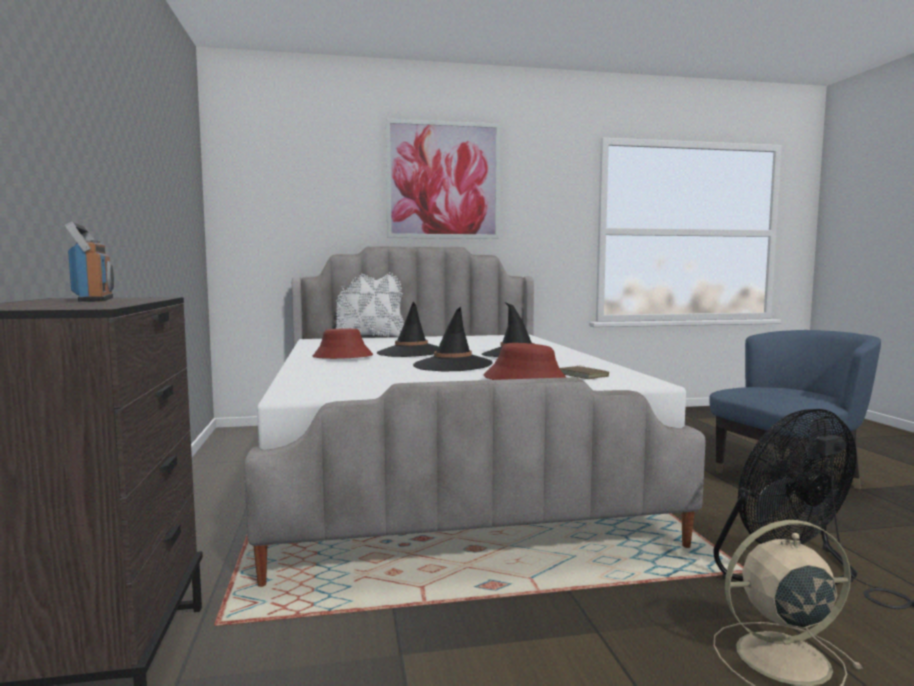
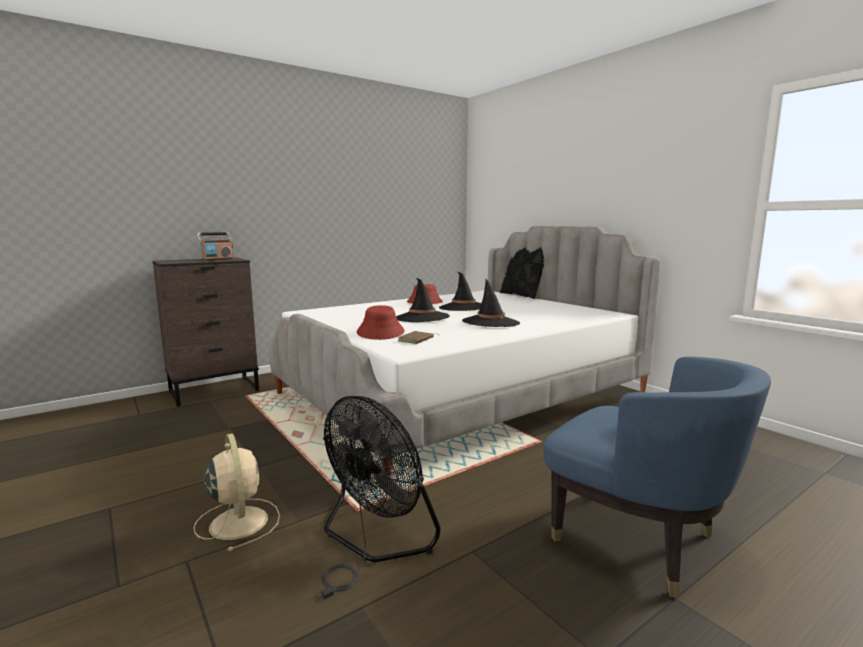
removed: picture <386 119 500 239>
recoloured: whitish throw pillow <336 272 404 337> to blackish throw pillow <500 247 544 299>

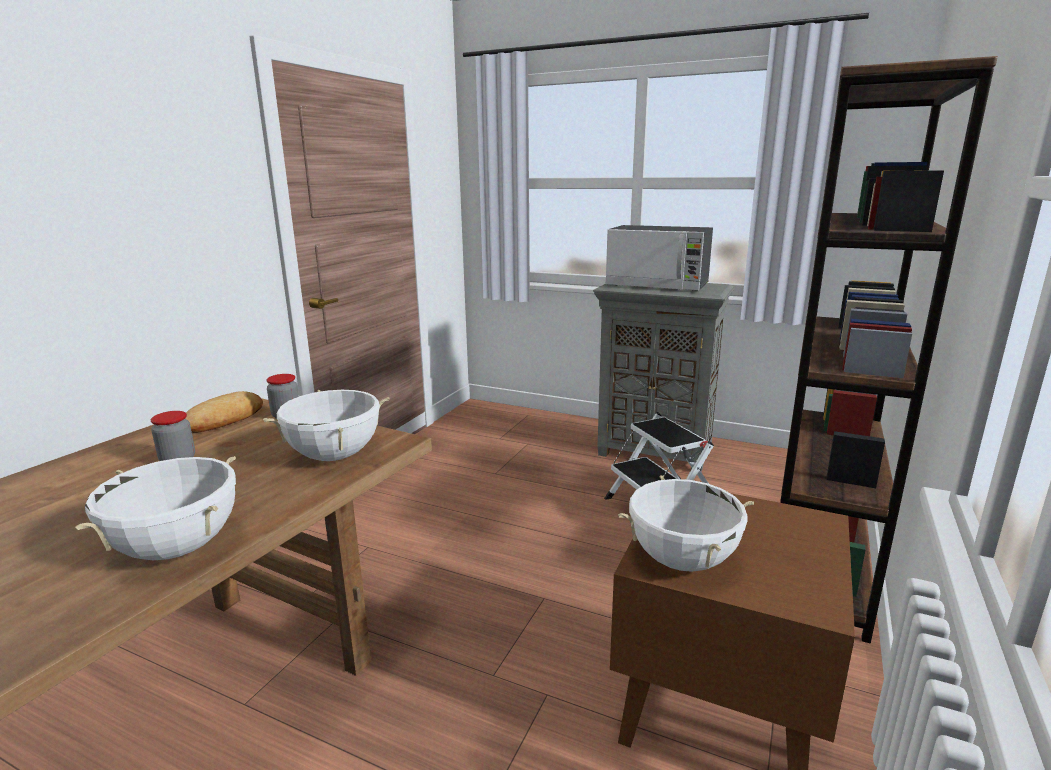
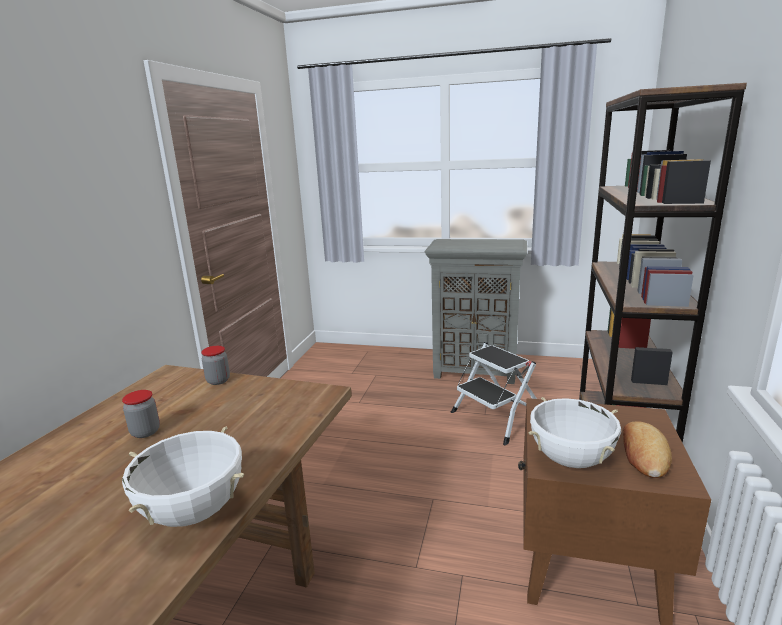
removed: whitish cooking pot <263 390 390 461>; microwave oven <605 225 713 291>
moved: baked bread <185 391 263 433> to <623 422 672 478>

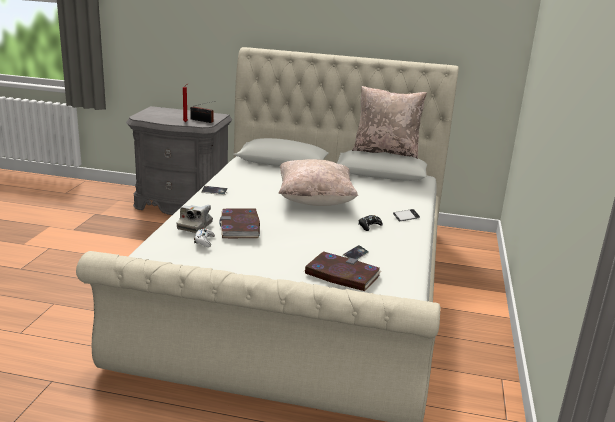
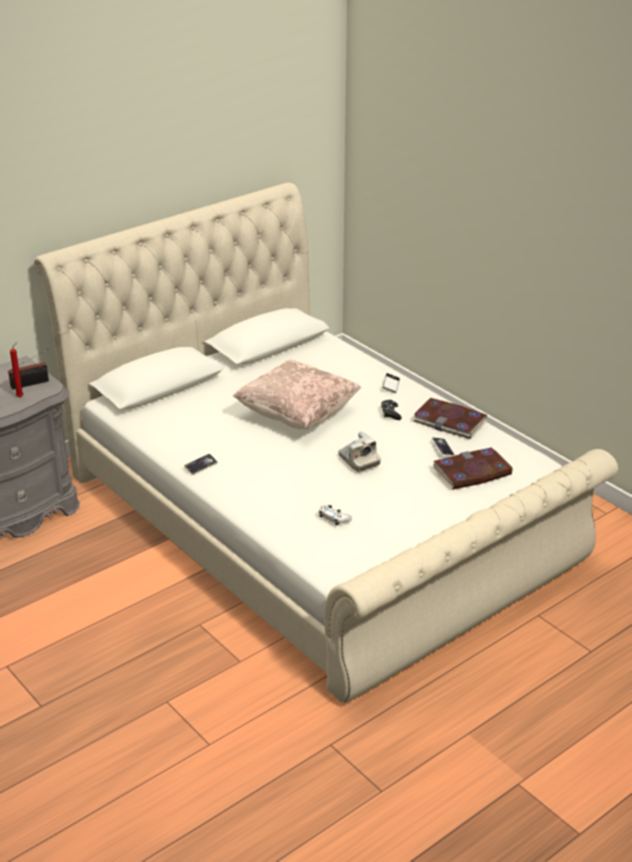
removed: beige-coloured throw pillow <352 86 427 159>
moved: still camera <177 204 213 233> to <338 431 381 472>; volume <219 208 260 238> to <413 398 487 439>

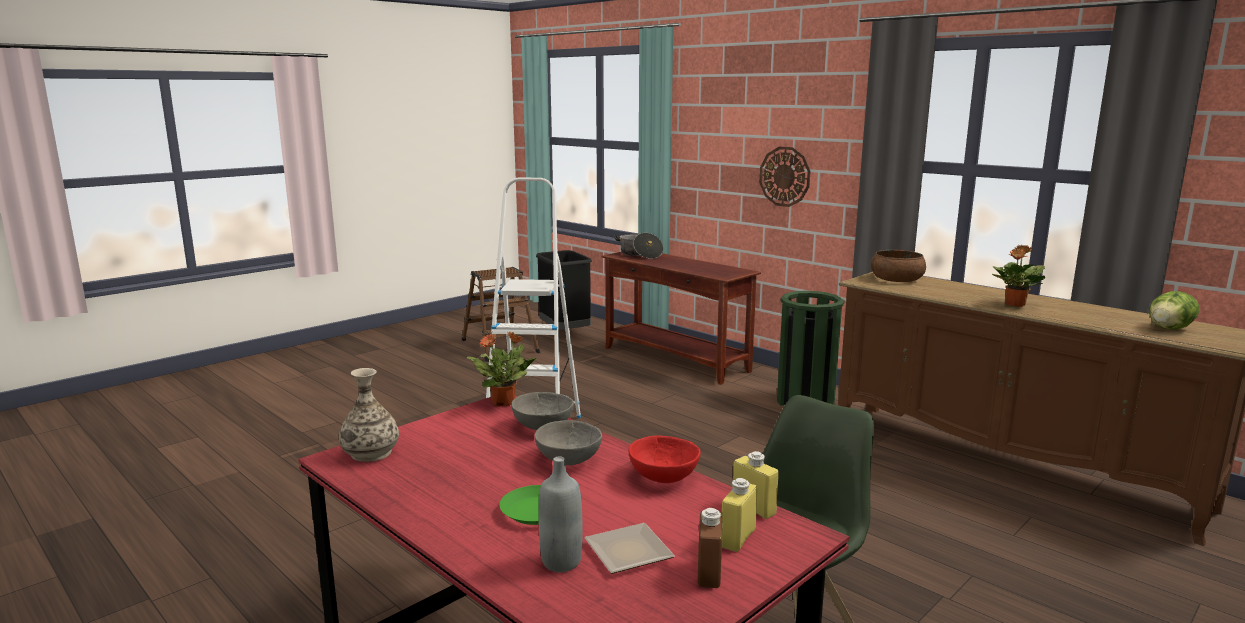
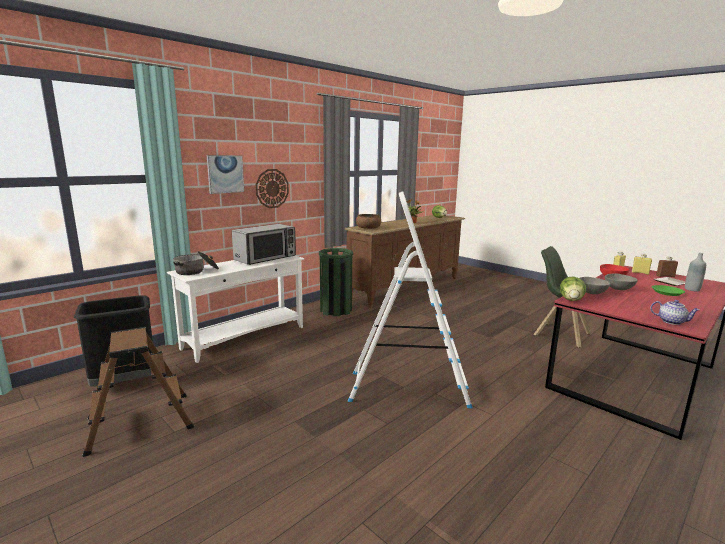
added: picture <207 155 244 194>; microwave oven <232 224 296 265>
replaced: houseplant <467 331 536 407> to head of lettuce <560 277 586 301>; decorative vase <339 368 399 462> to tea pot <650 300 700 325>
recoloured: brown-coloured console table <602 252 761 385> to whitish console table <167 256 304 363>

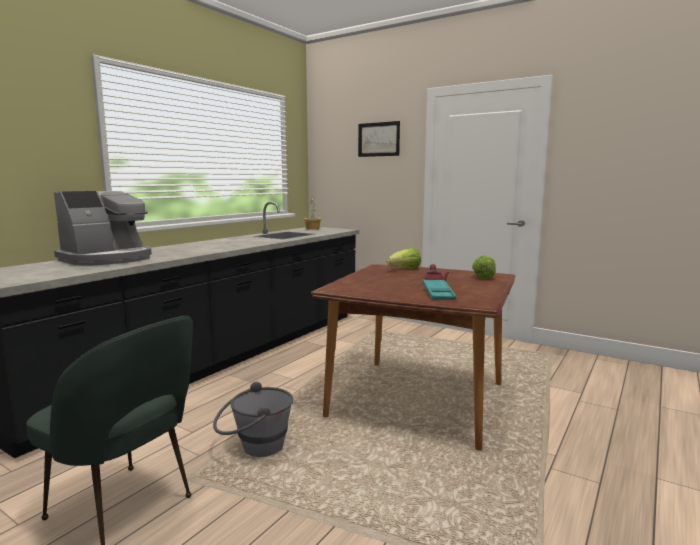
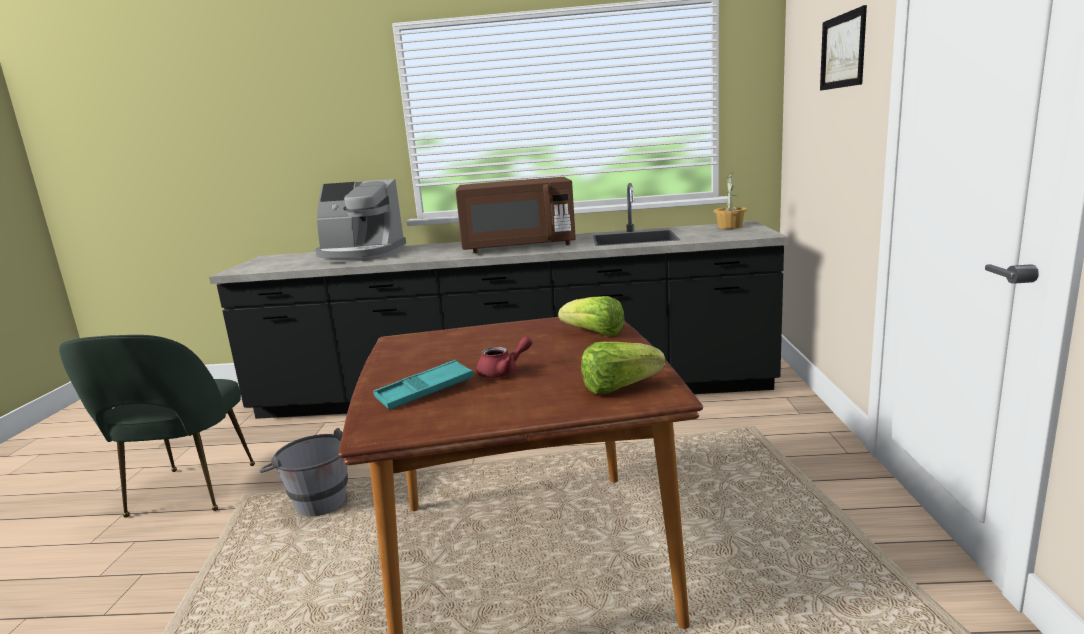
added: brown-coloured microwave oven <456 177 576 253>

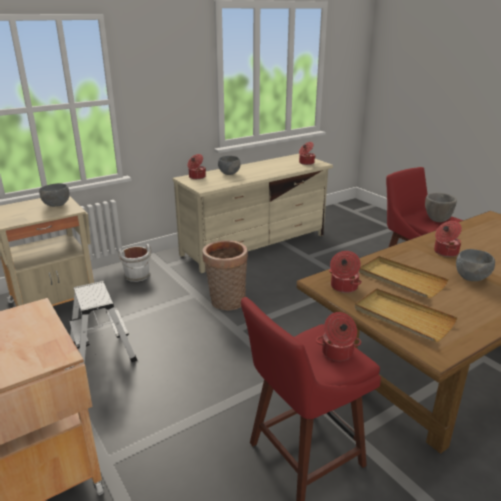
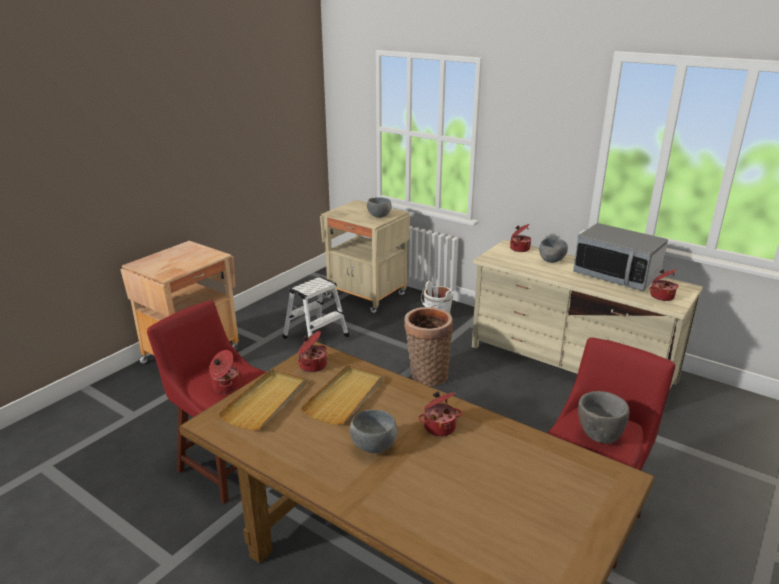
added: microwave oven <573 223 668 291>

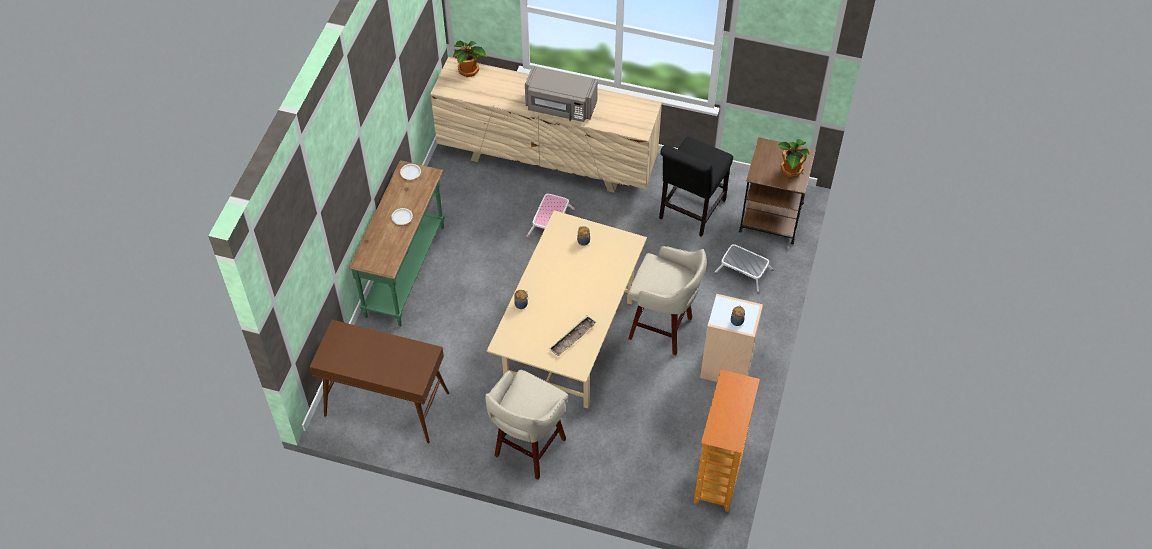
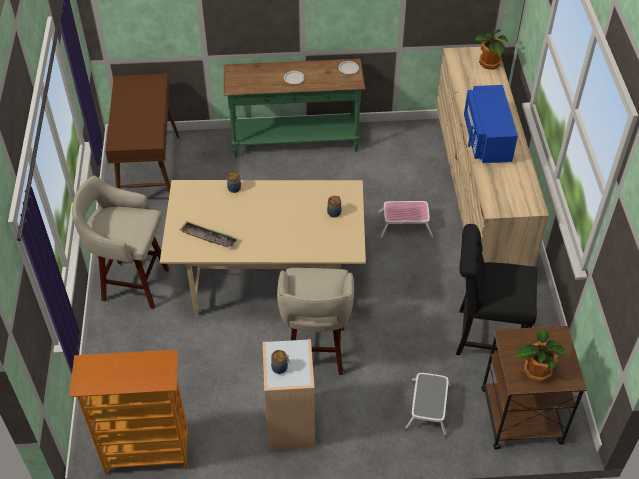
recoloured: grey microwave oven <525 66 598 122> to blue-coloured microwave oven <464 85 518 163>

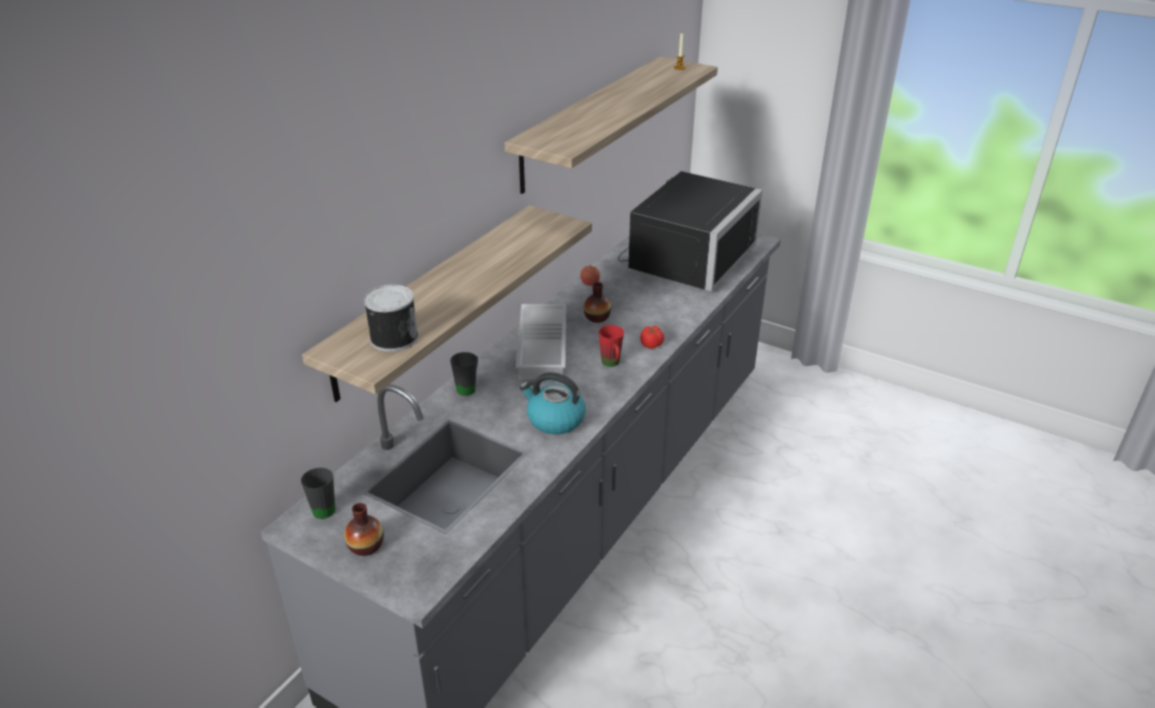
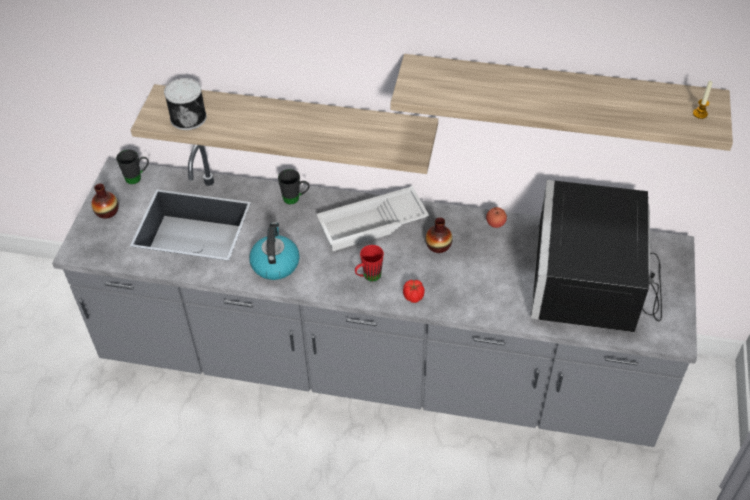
turned: blackish microwave oven <618 171 762 292> = <531 180 662 332> 90 degrees clockwise

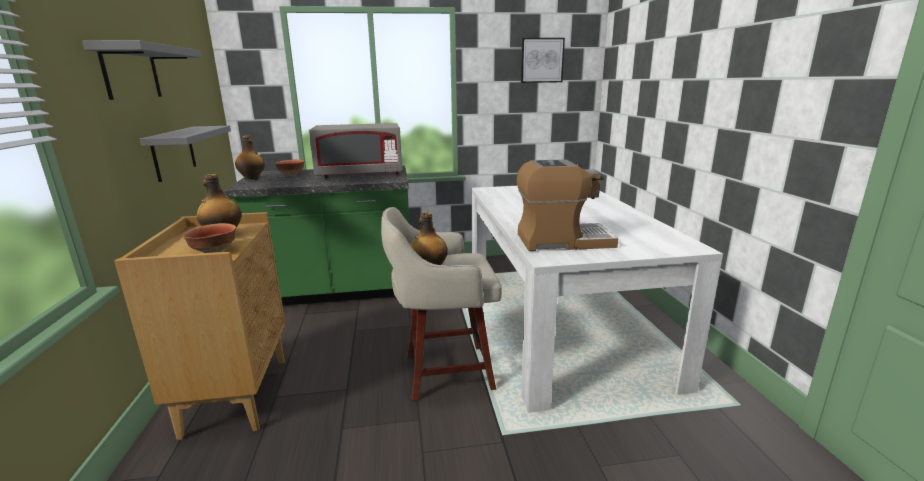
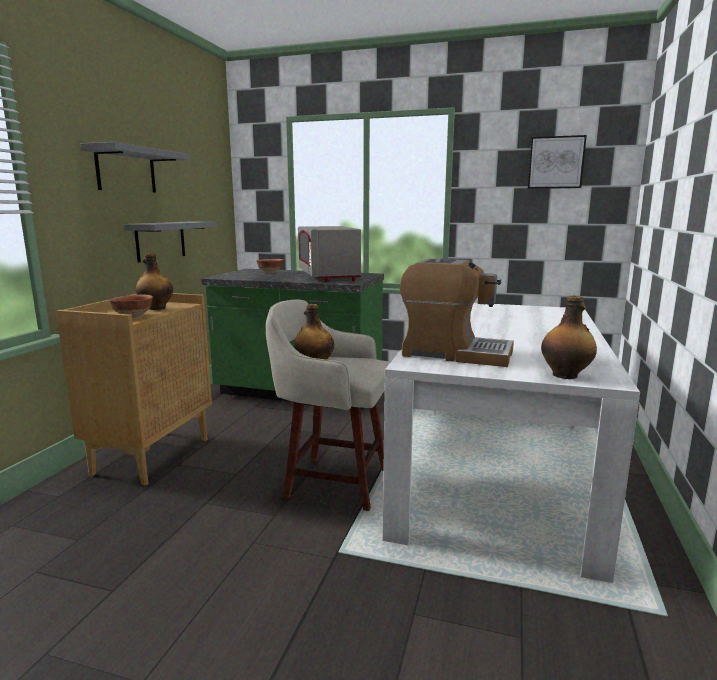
moved: beverage bottle <235 136 265 180> to <541 295 597 379>
turned: grey microwave oven <309 123 402 178> = <298 226 361 282> 60 degrees clockwise

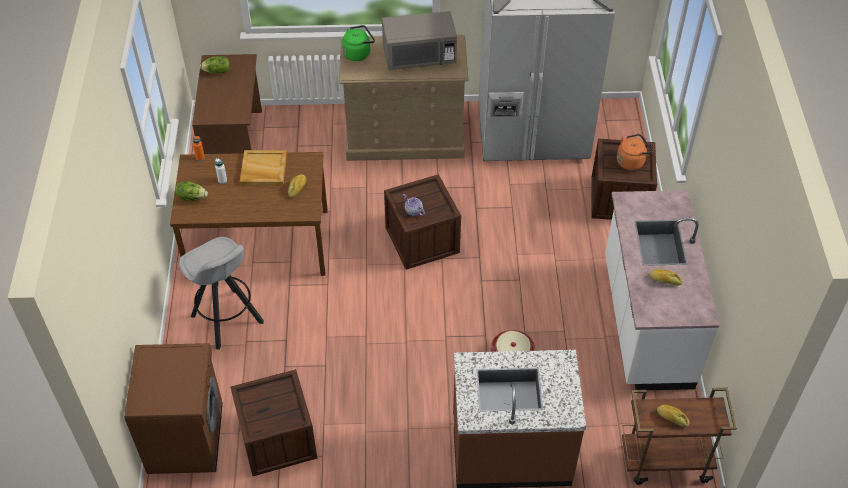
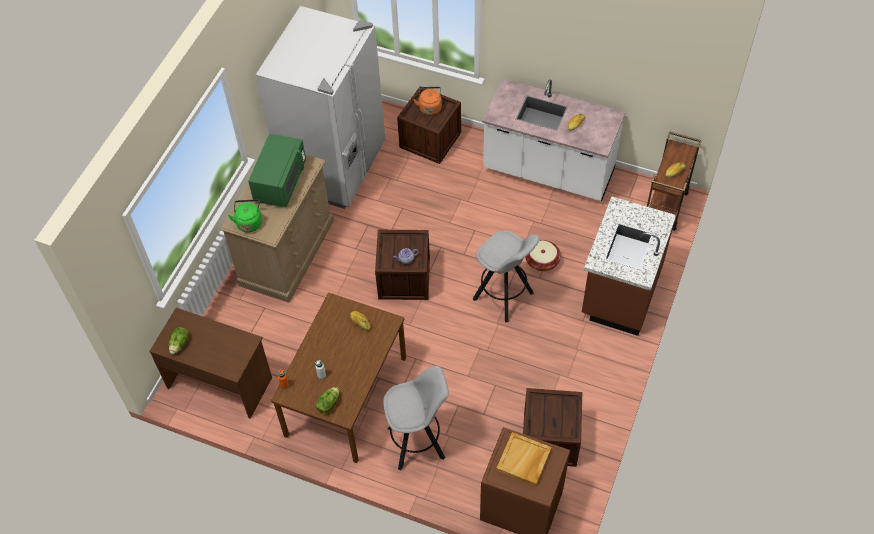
added: grey stool seat <473 230 540 322>
moved: beige-coloured tray <240 150 287 186> to <496 432 552 486>
recoloured: grey microwave oven <382 11 457 70> to green-coloured microwave oven <248 134 306 207>

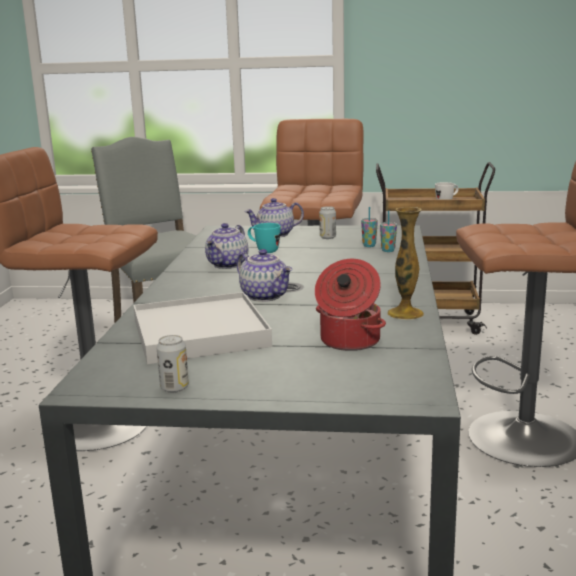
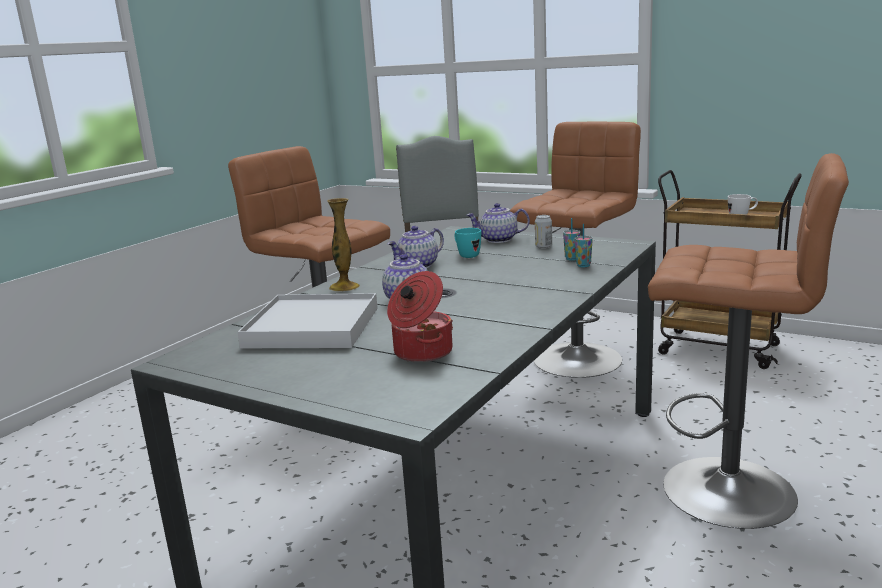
removed: can <156 335 189 393>
moved: decorative vase <388 207 424 320> to <327 198 360 292>

